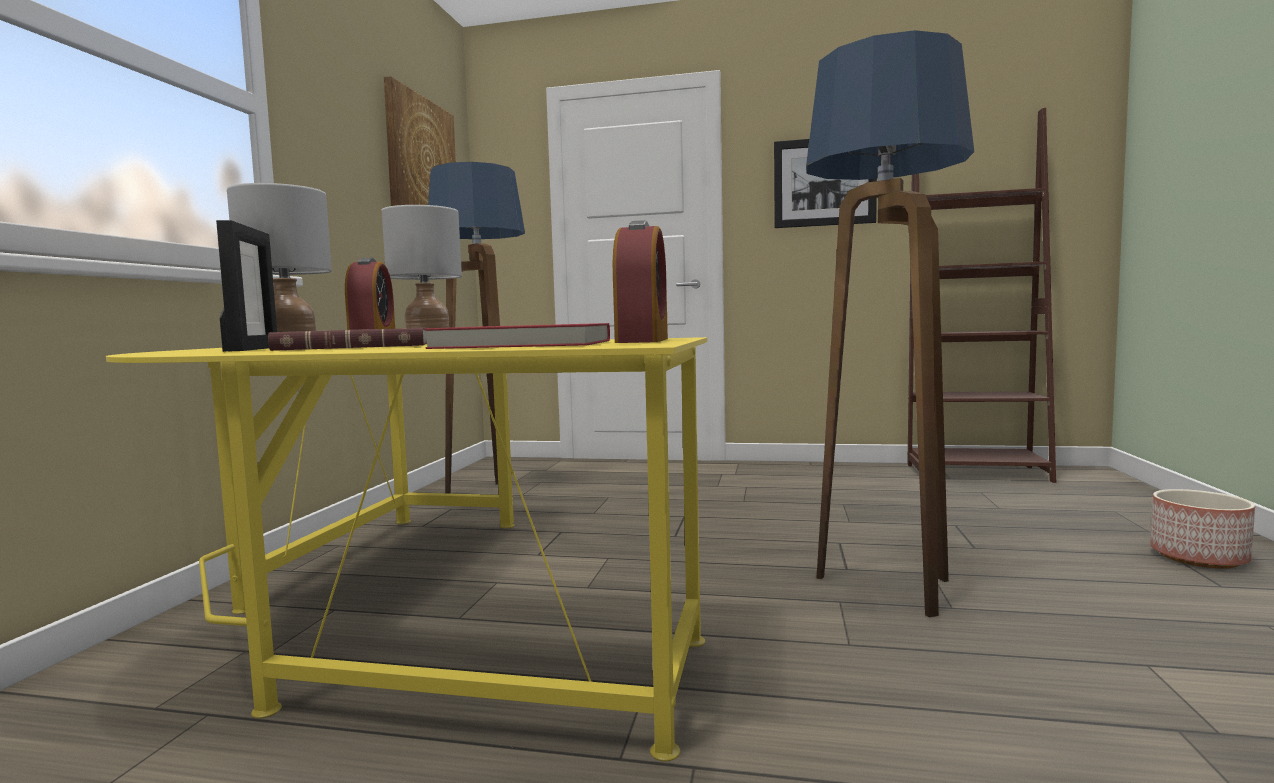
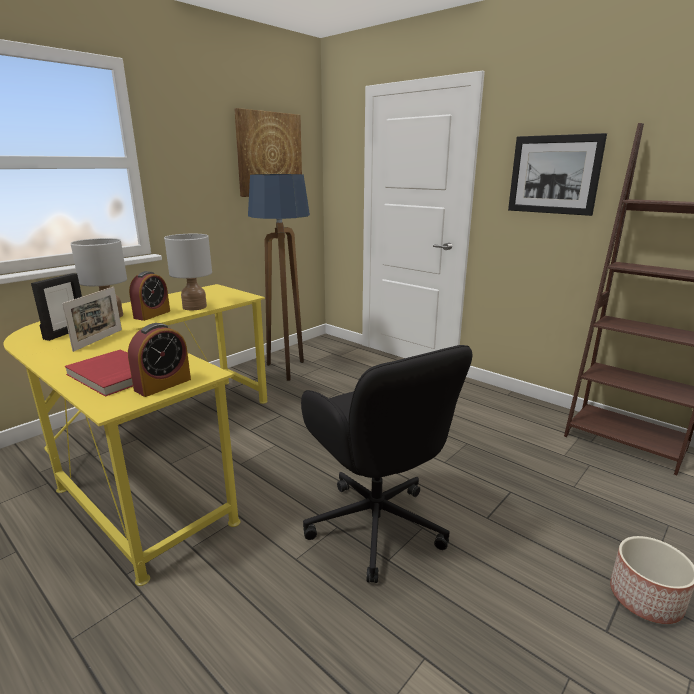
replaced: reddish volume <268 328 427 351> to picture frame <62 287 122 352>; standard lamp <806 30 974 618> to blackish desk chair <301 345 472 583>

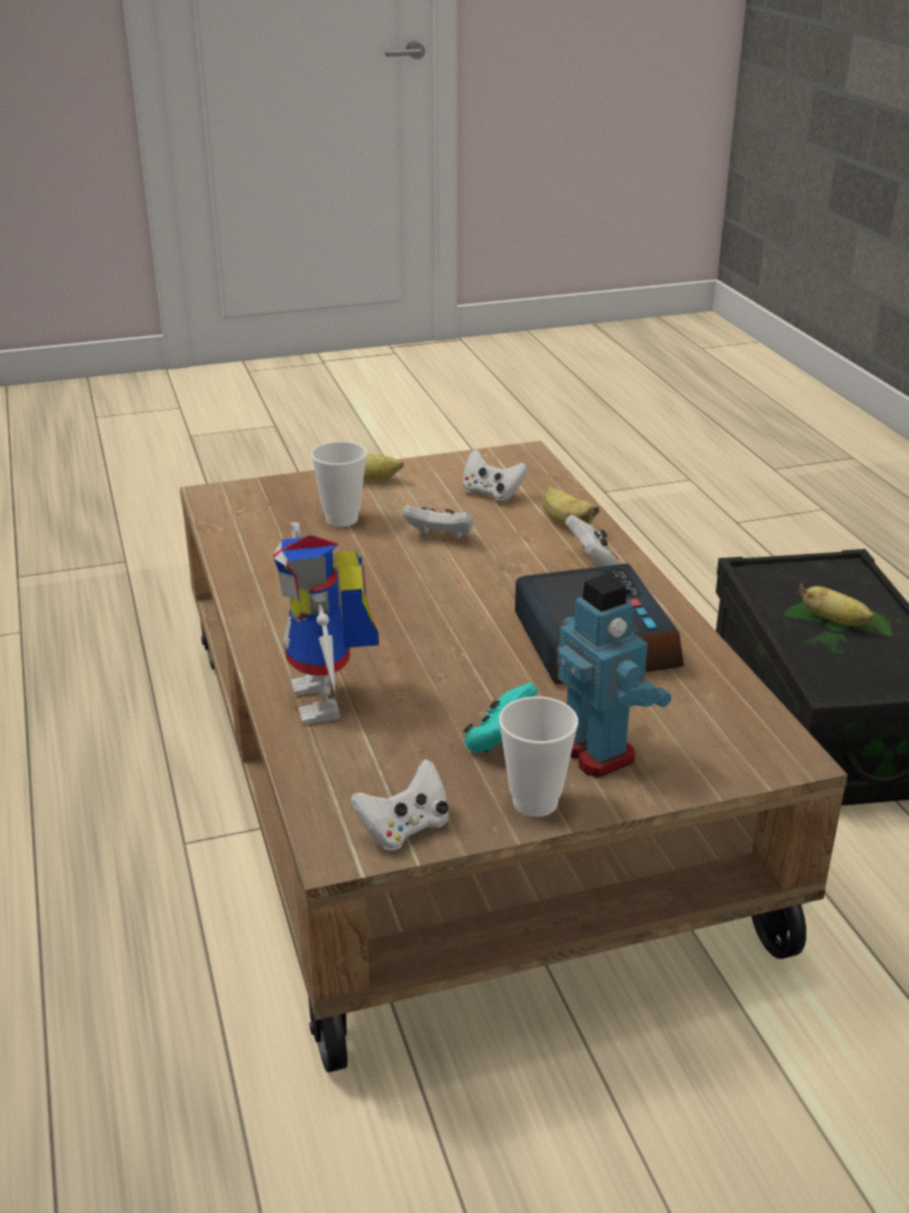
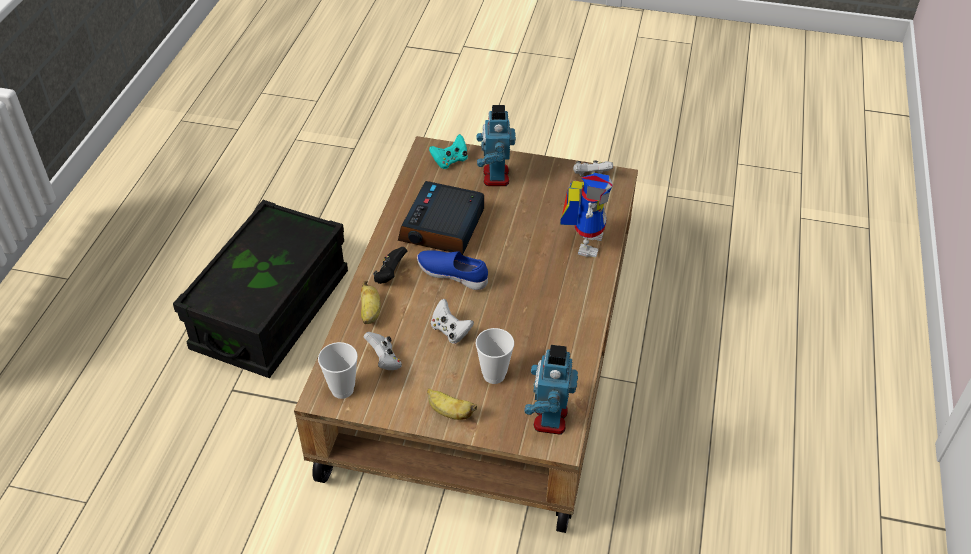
removed: whole banana <799 583 874 626>
added: blue-coloured shoe <417 250 488 290>; model robot <524 345 578 435>
moved: drinking cup <499 696 578 817> to <318 342 358 399>; blue-green game controller <463 683 538 753> to <429 134 468 169>
recoloured: whitish game controller <565 515 620 567> to blackish game controller <373 247 407 284>

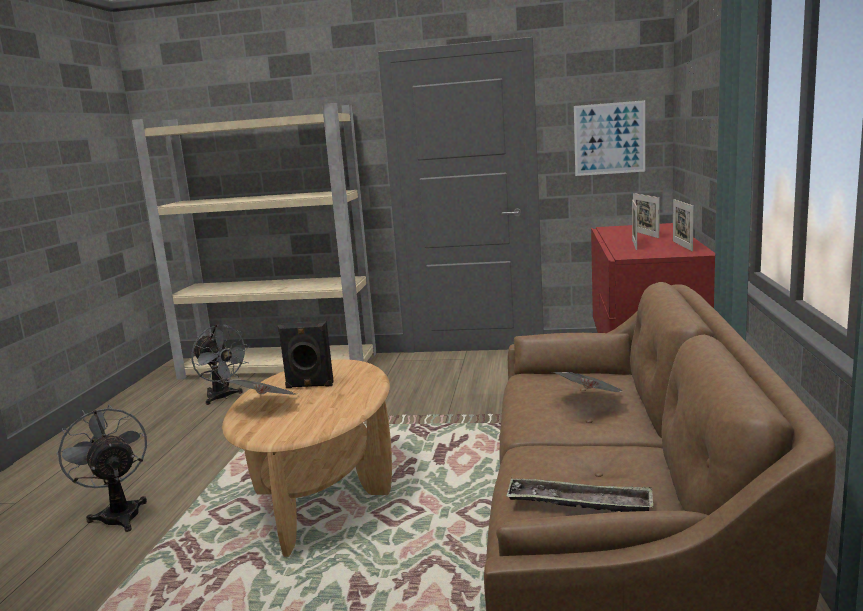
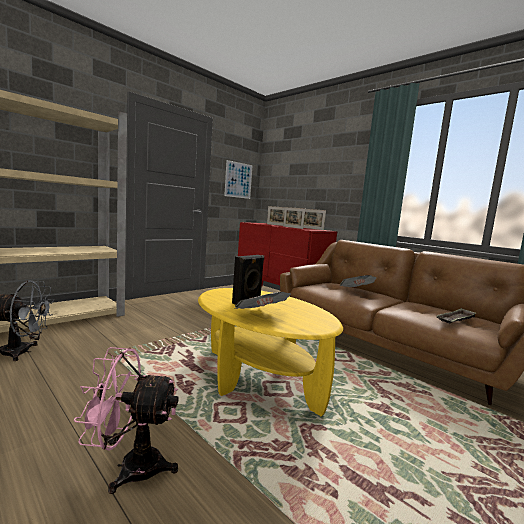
recoloured: grey cooling fan <56 405 147 532> to pinkish cooling fan <74 347 179 494>; brown-coloured low table <222 359 392 557> to yellowish low table <198 288 343 416>

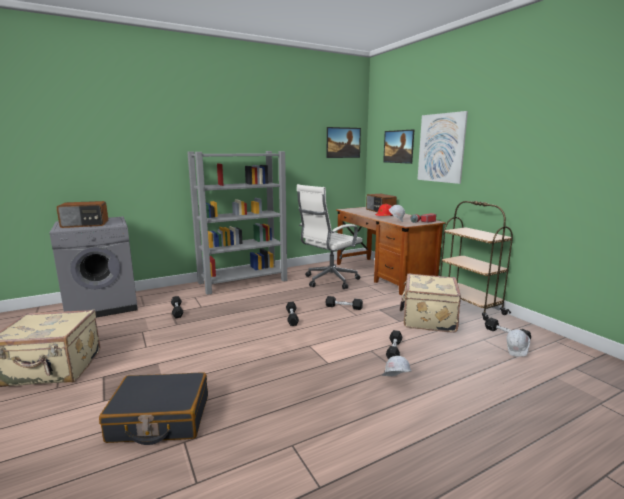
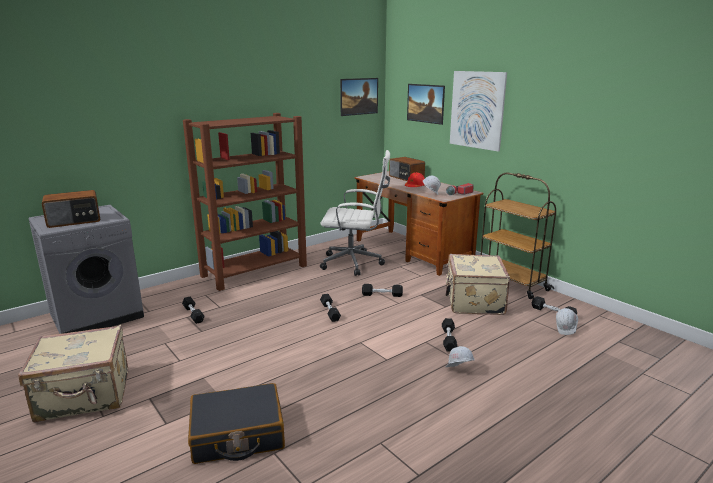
recoloured: grey bookcase <187 151 287 295> to brown-coloured bookcase <183 113 307 291>
turned: whitish desk chair <297 184 362 289> = <320 150 390 276> 120 degrees counterclockwise

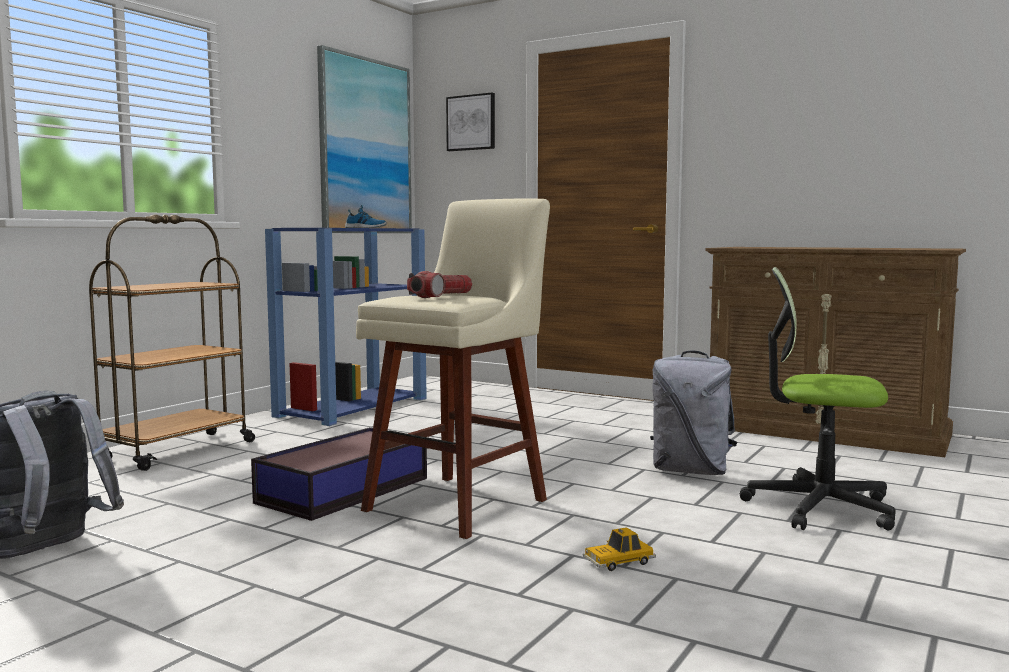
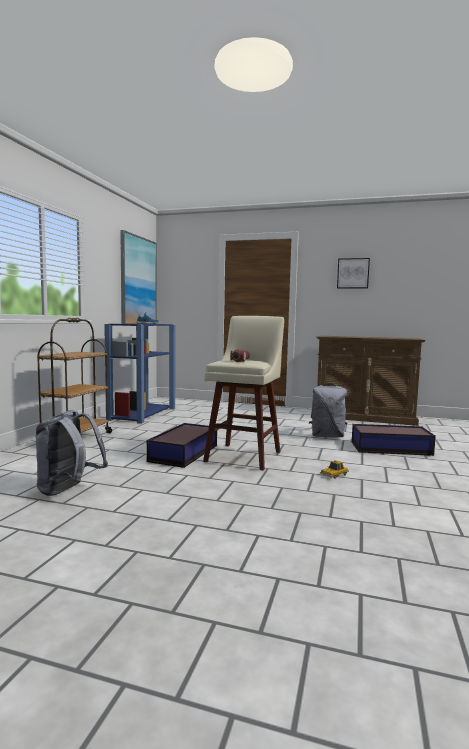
moved: picture <446 93 495 151> to <337 258 370 289>
replaced: desk chair <739 267 896 530> to storage container <352 424 436 456>

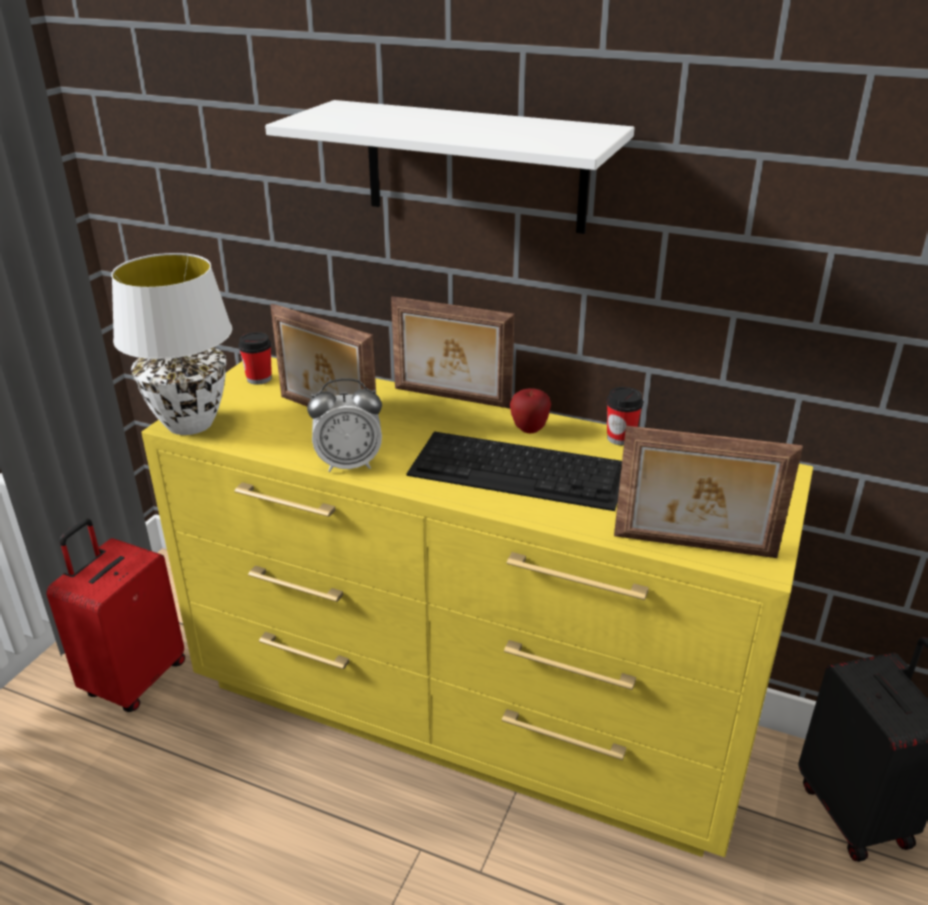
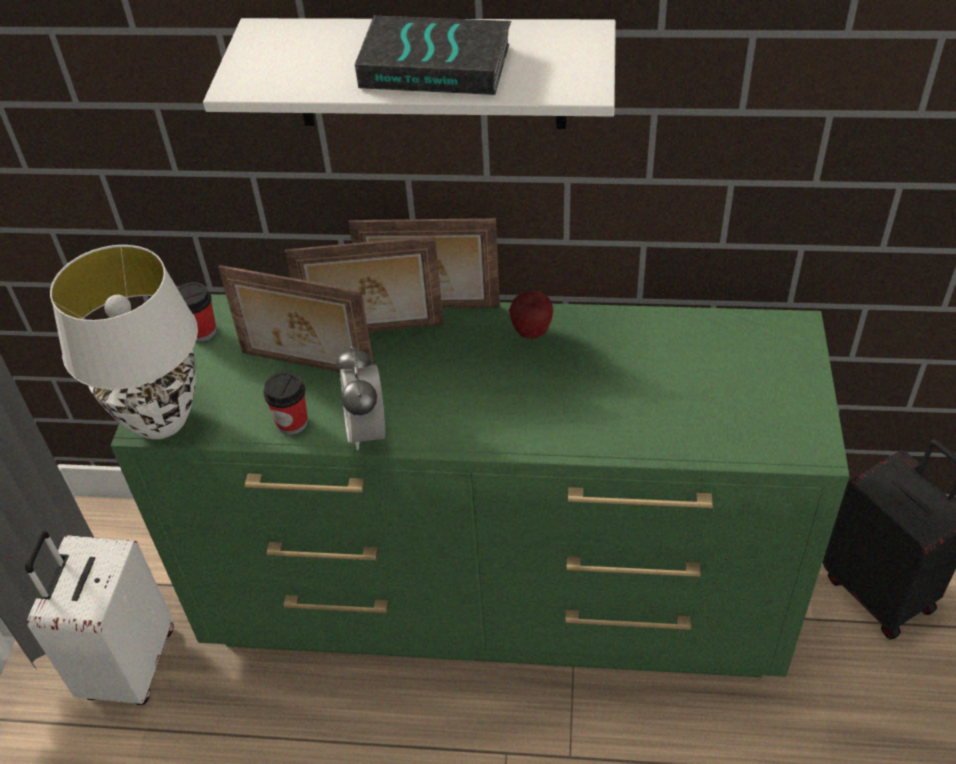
removed: PC keyboard <406 431 622 511>
added: volume <355 16 511 95>
moved: drinking cup <606 387 643 446> to <263 372 308 435>; picture frame <614 426 803 558> to <285 236 444 332>
recoloured: reddish suitcase <46 518 185 712> to whitish suitcase <25 531 173 705>; yellowish chest of drawers <141 357 813 857> to green-coloured chest of drawers <111 294 850 677>
turned: table clock <307 378 382 472> = <336 346 385 450> 105 degrees clockwise

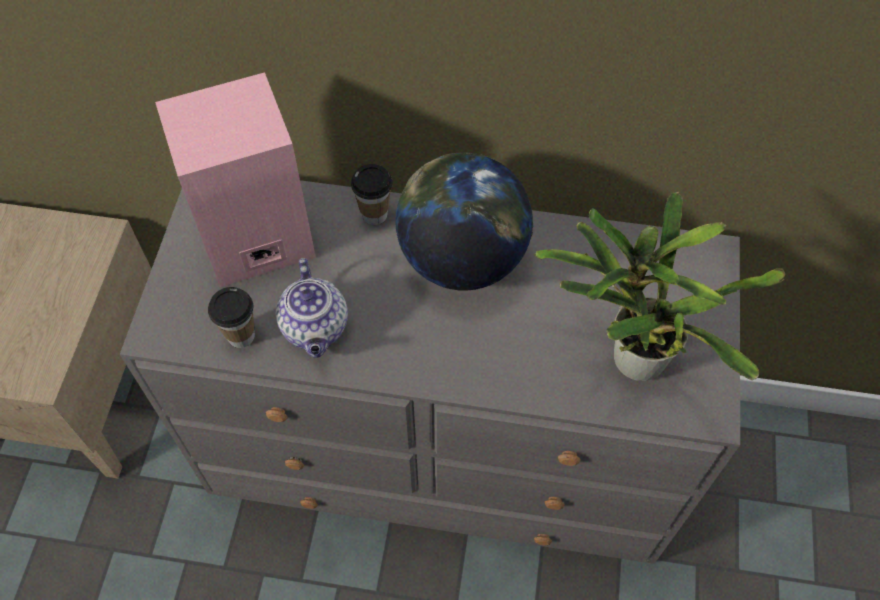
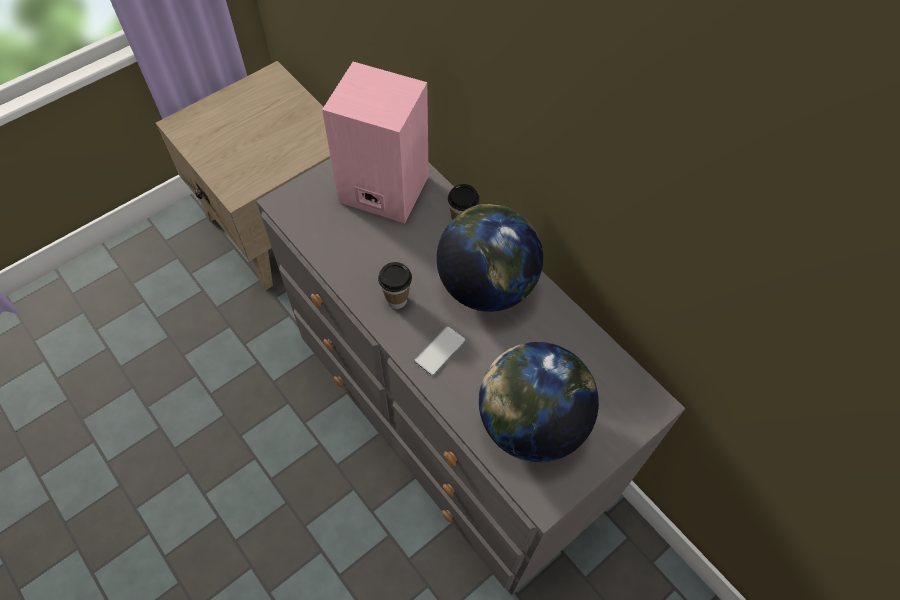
removed: tea pot <276 258 348 358>
added: telephone <414 326 466 376>
moved: drinking cup <208 287 255 348> to <378 262 412 309>
replaced: houseplant <534 192 785 381> to globe <479 342 599 462>

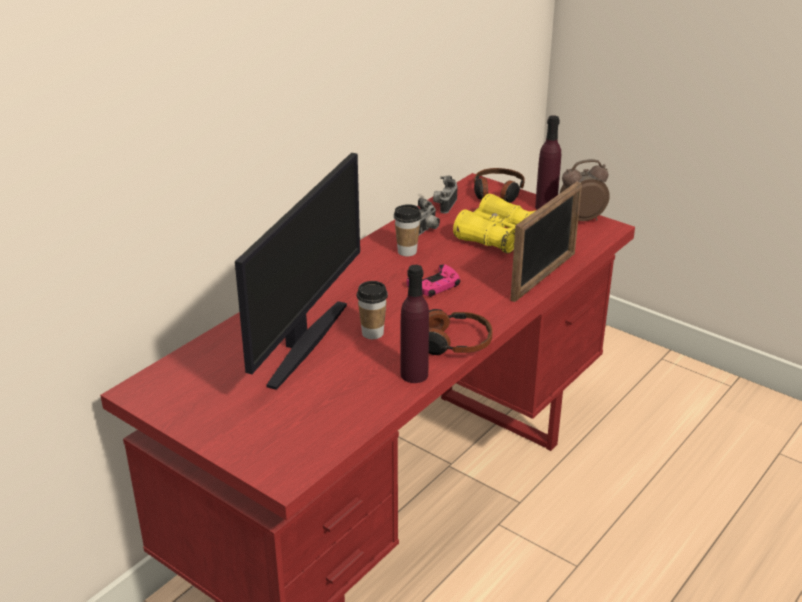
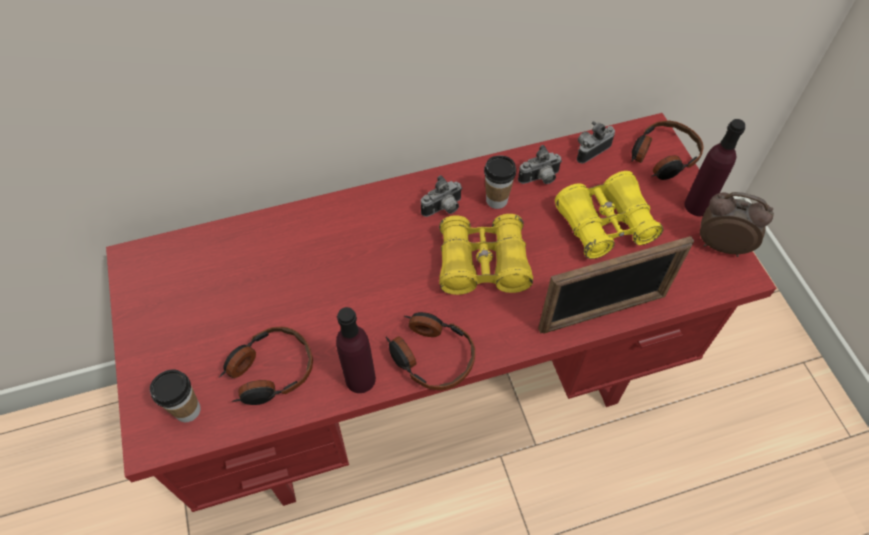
removed: monitor <235 153 360 390>
added: pair of headphones <219 327 313 405>; still camera <421 175 463 217>
moved: drinking cup <357 281 388 339> to <150 369 201 422>
replaced: pinkish game controller <407 264 460 297> to yellowish binoculars <439 214 533 295>

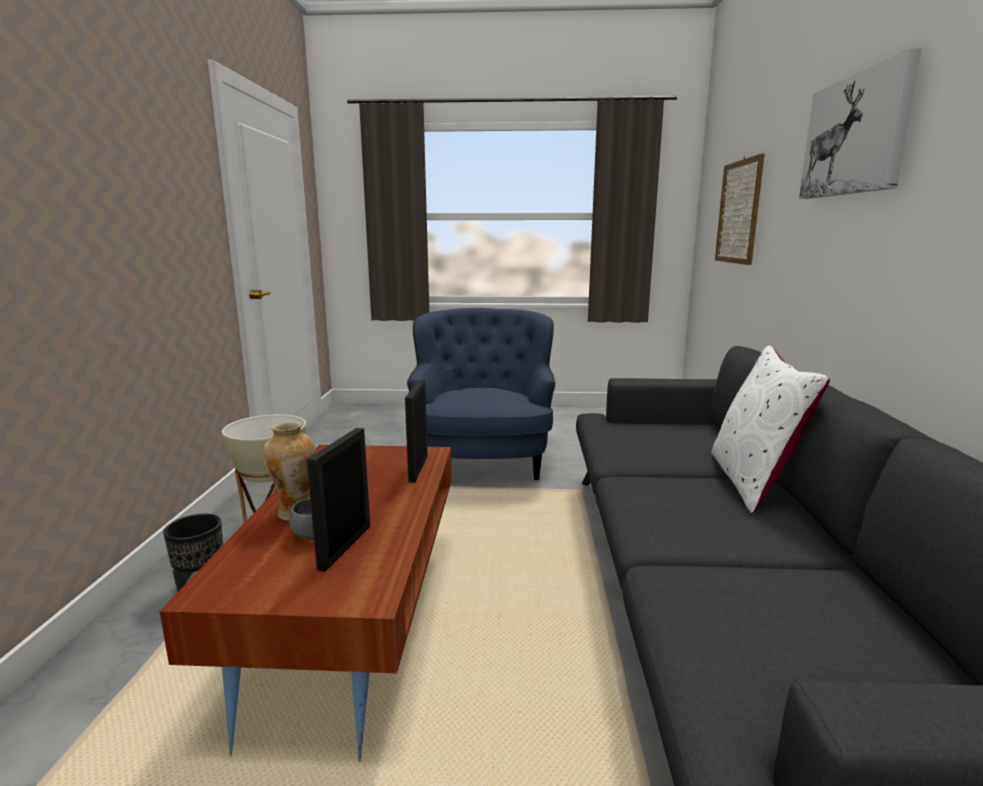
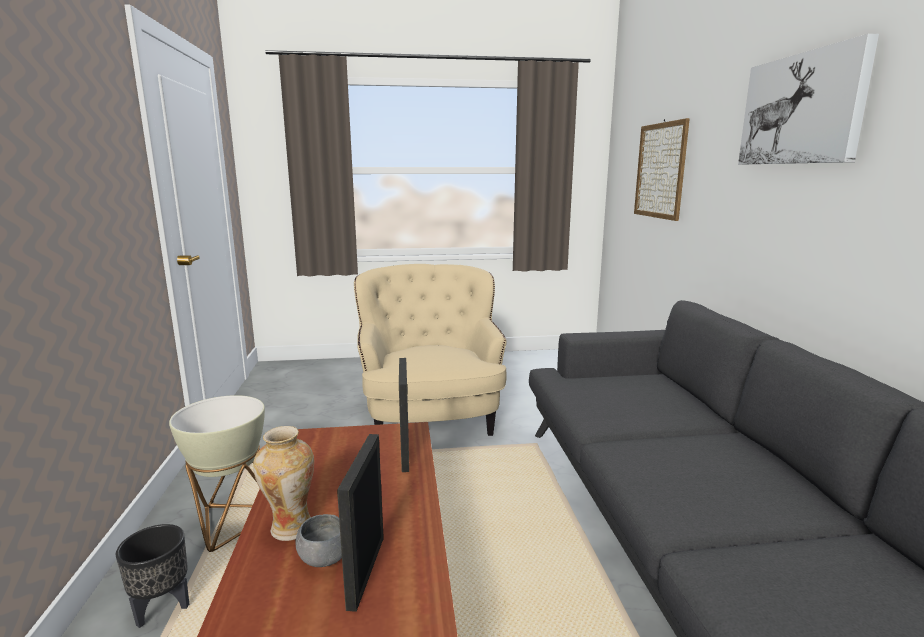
removed: whitish throw pillow <712 346 830 513>
recoloured: blue-coloured lounge chair <407 308 555 480> to beige-coloured lounge chair <354 264 507 436>

